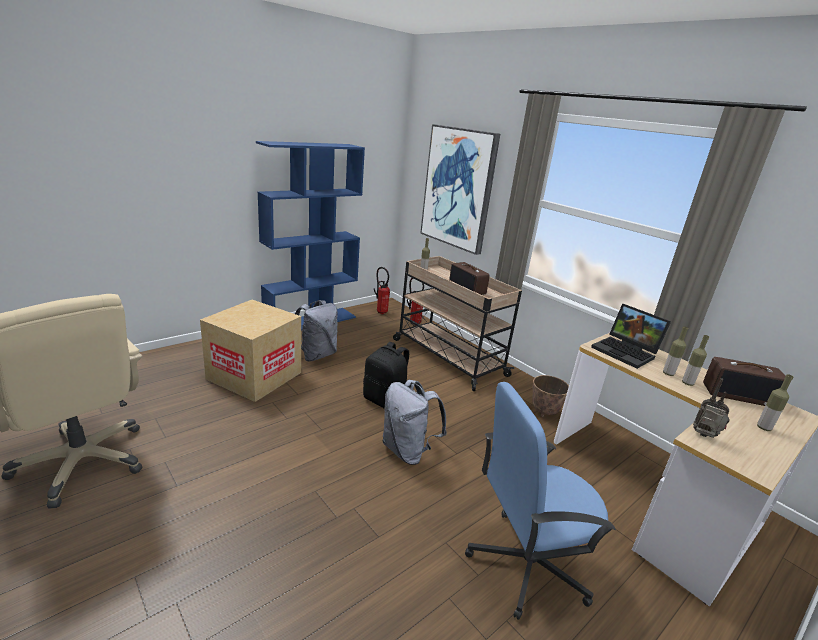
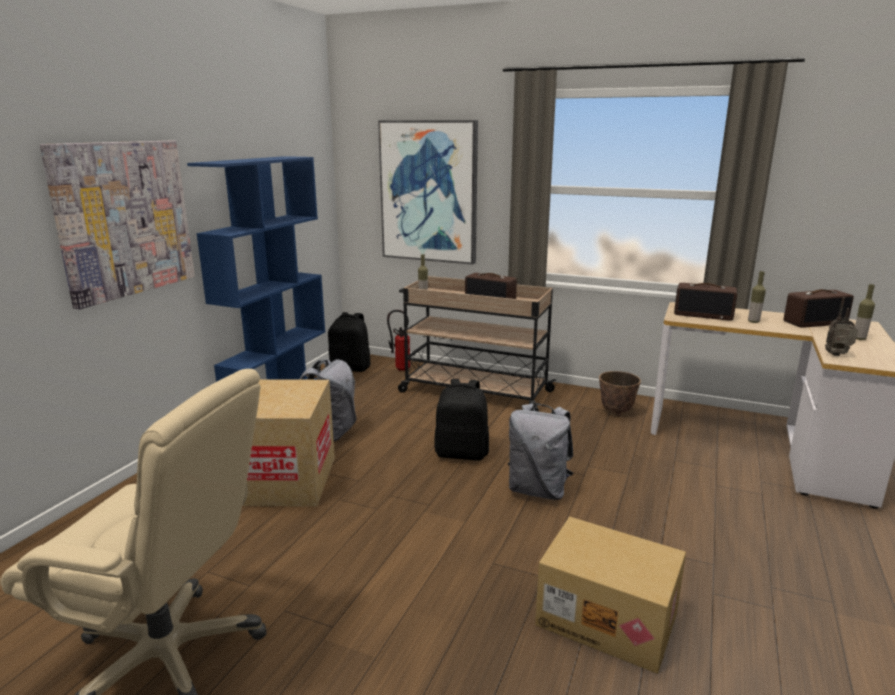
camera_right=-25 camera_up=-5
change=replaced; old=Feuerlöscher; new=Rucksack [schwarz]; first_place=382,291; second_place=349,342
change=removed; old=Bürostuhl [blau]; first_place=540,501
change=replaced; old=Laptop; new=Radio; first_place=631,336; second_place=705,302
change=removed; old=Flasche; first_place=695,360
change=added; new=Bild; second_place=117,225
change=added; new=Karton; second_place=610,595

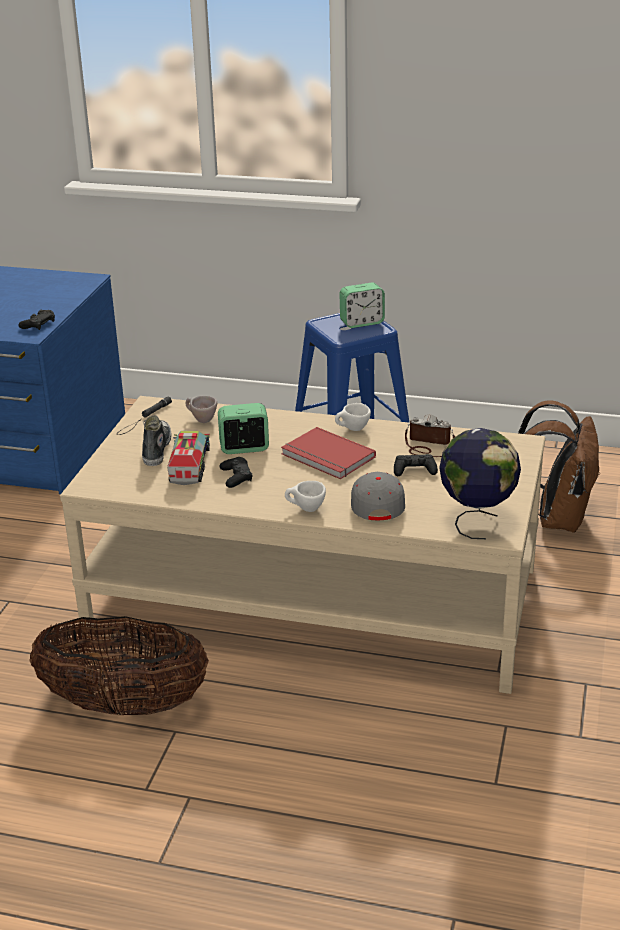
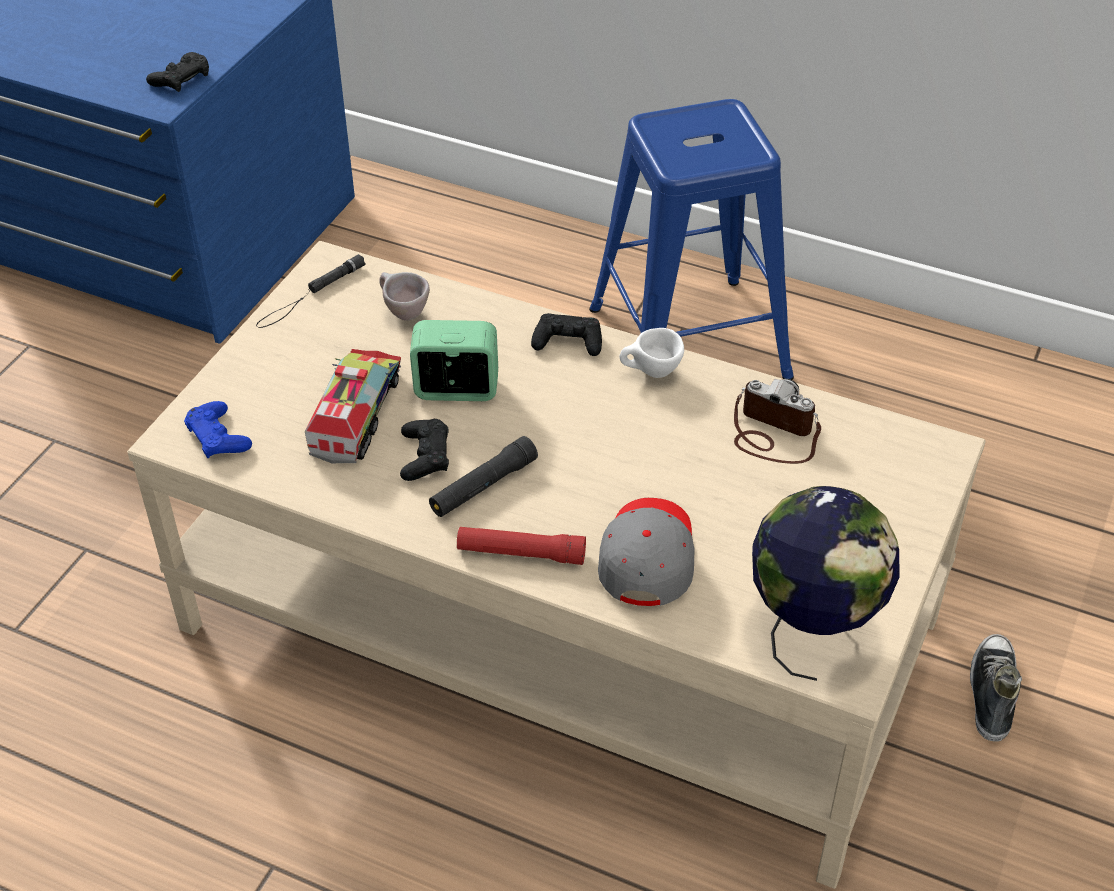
camera_right=10 camera_up=15
change=removed; old=Korb; first_place=119,665
change=moved; old=Schuh; first_place=156,440; second_place=996,688
change=removed; old=Buch [rot]; first_place=328,453
change=replaced; old=Tasse [weiß]; new=Taschenlampe [rot]; first_place=305,496; second_place=521,546
change=removed; old=Wecker; first_place=362,305
change=moved; old=Gamepad [schwarz]; first_place=416,465; second_place=566,334
change=removed; old=Rucksack [braun]; first_place=559,466
change=added; new=Gamepad [blau]; second_place=218,429
change=added; new=Taschenlampe [schwarz]; second_place=483,476

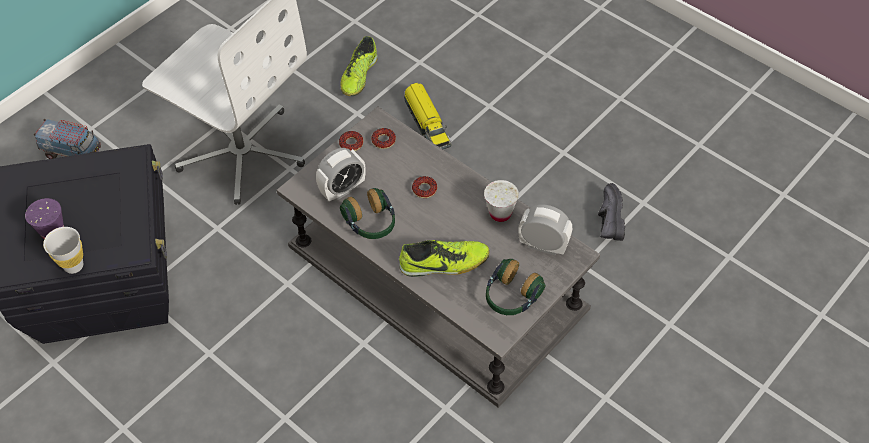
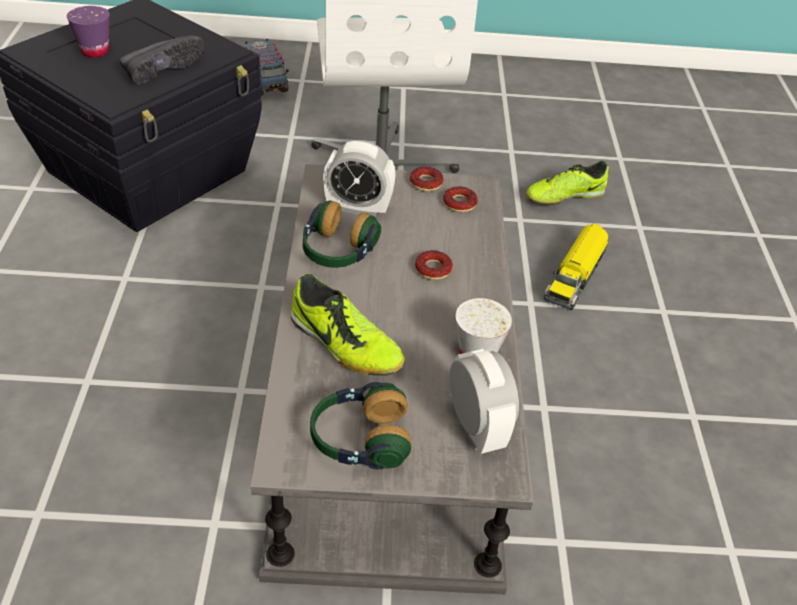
camera_right=45 camera_up=-10
change=removed; old=Tasse [weiß]; first_place=63,250
change=moved; old=Schuh [schwarz]; first_place=611,212; second_place=161,59

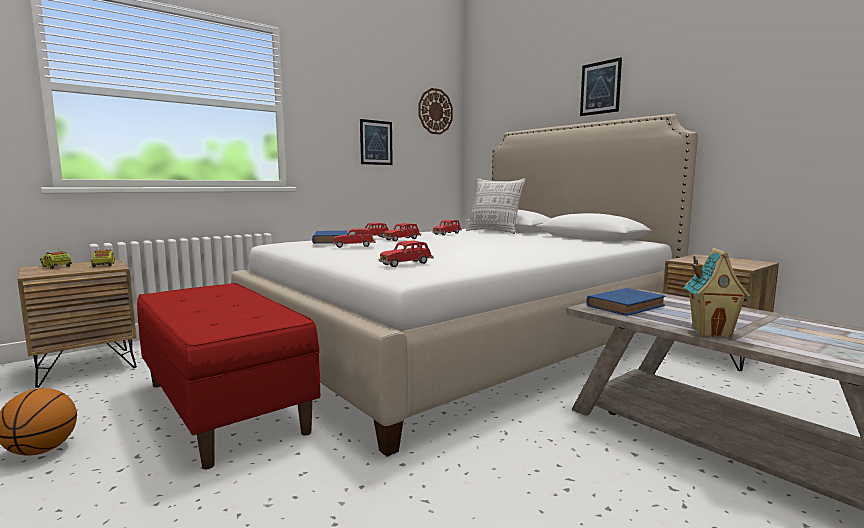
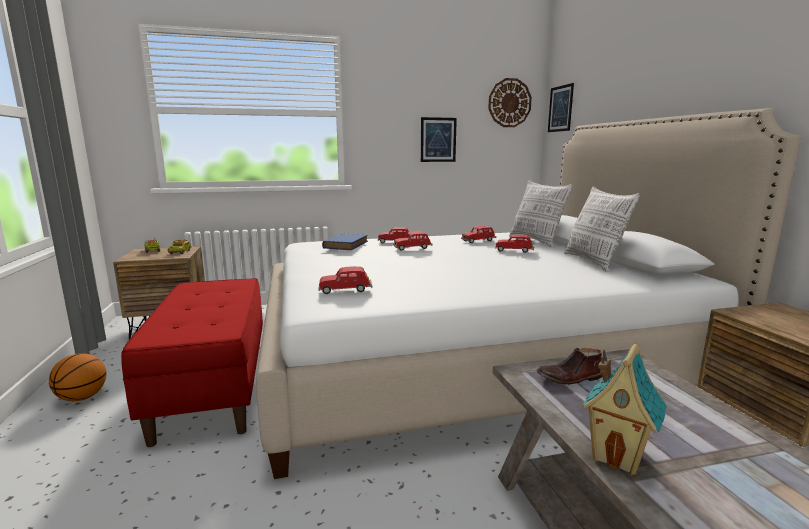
camera_right=25 camera_up=5
change=moved; old=Spielzeugauto [rot]; first_place=354,238; second_place=514,243
change=moved; old=Bild; first_place=601,86; second_place=561,107
change=replaced; old=Buch [blau]; new=Schuh [braun]; first_place=625,302; second_place=569,366
change=added; new=Kissen; second_place=602,229

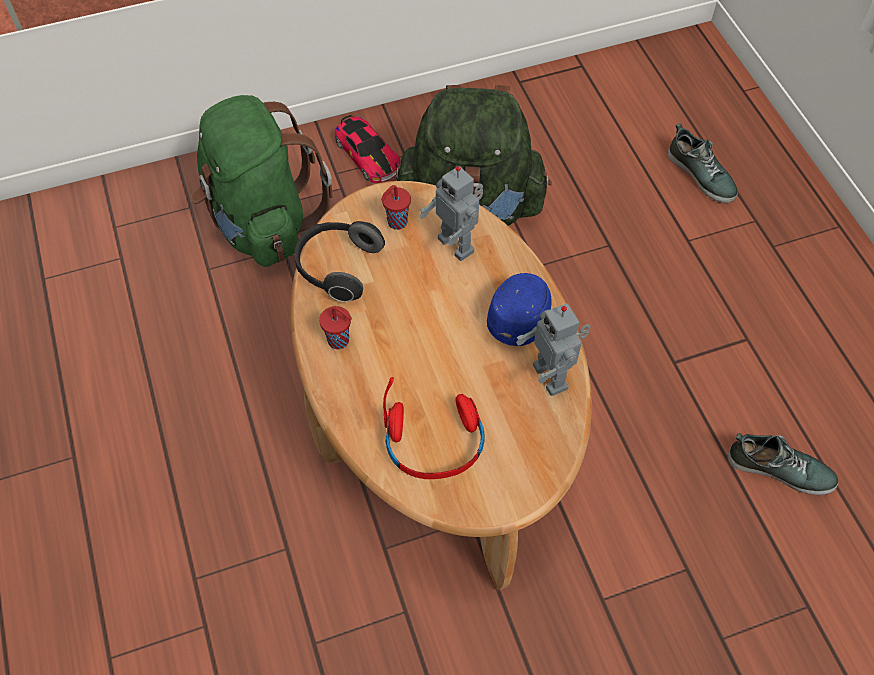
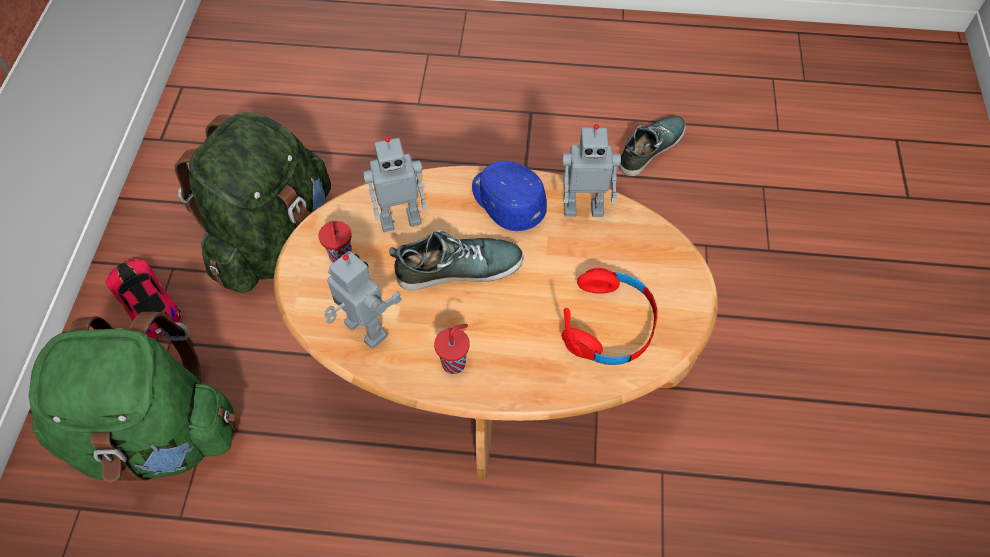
camera_right=-65 camera_up=0
change=replaced; old=Kopfhörer; new=Spielzeugroboter; first_place=340,261; second_place=363,300
change=turned; old=Spielzeugauto; first_place=368,149; second_place=143,298; degrees=-120
change=moved; old=Schuh; first_place=702,163; second_place=456,260

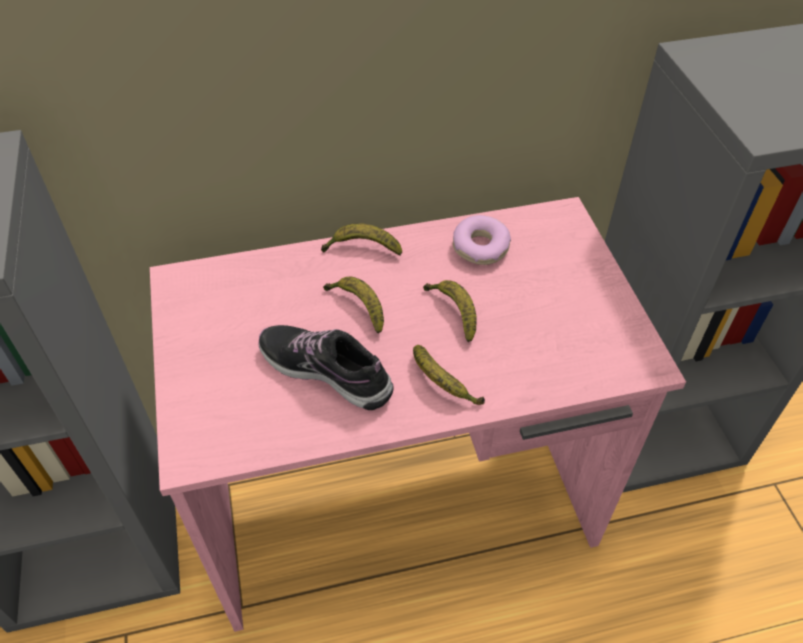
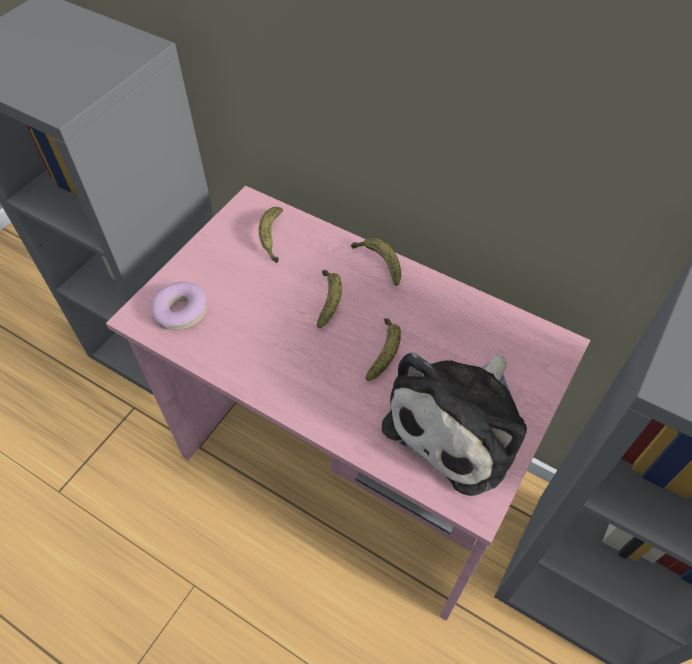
camera_right=45 camera_up=5
change=removed; old=Schuh; first_place=326,367
change=moved; old=Banane; first_place=449,375; second_place=271,235
change=moved; old=Donut; first_place=482,240; second_place=179,306
change=added; new=Plüschtier; second_place=454,424

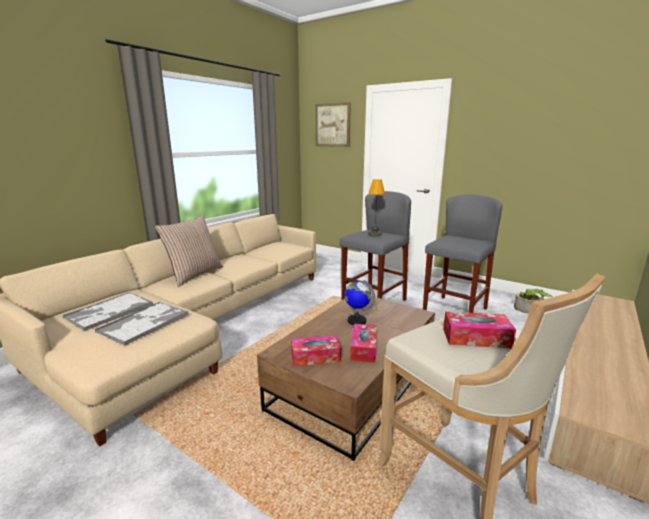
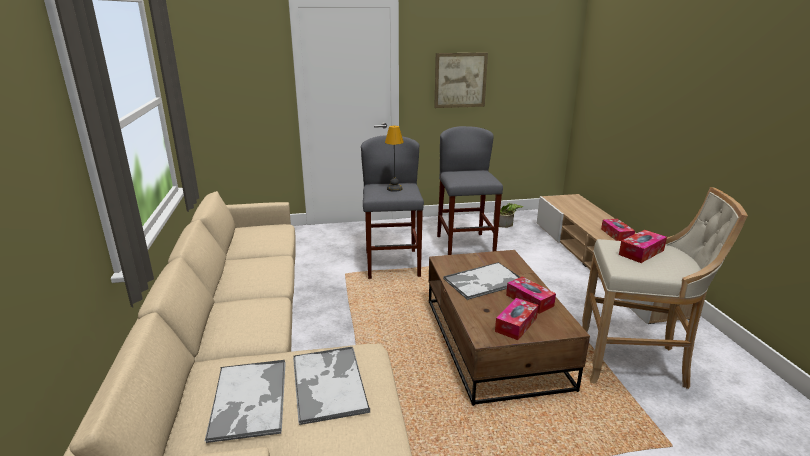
camera_right=-45 camera_up=5
change=removed; old=Kissen; first_place=189,250
change=moved; old=Bild; first_place=333,124; second_place=461,80
change=replaced; old=Globus; new=Tablett; first_place=360,302; second_place=481,281
change=added; new=Taschentuchbox; second_place=618,230

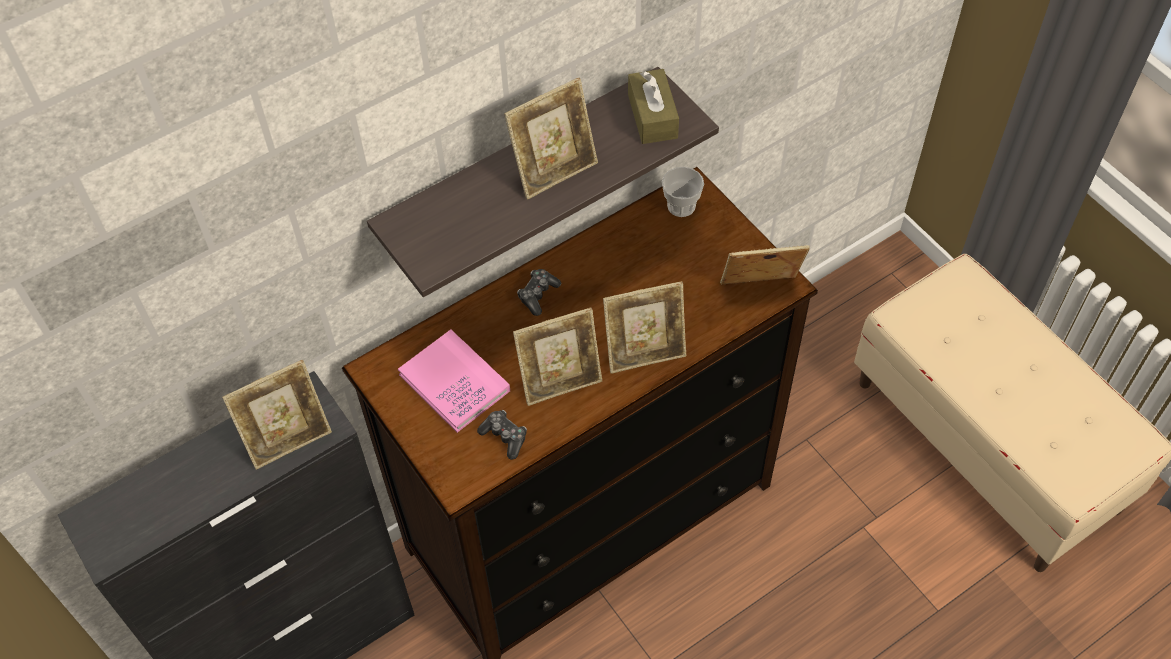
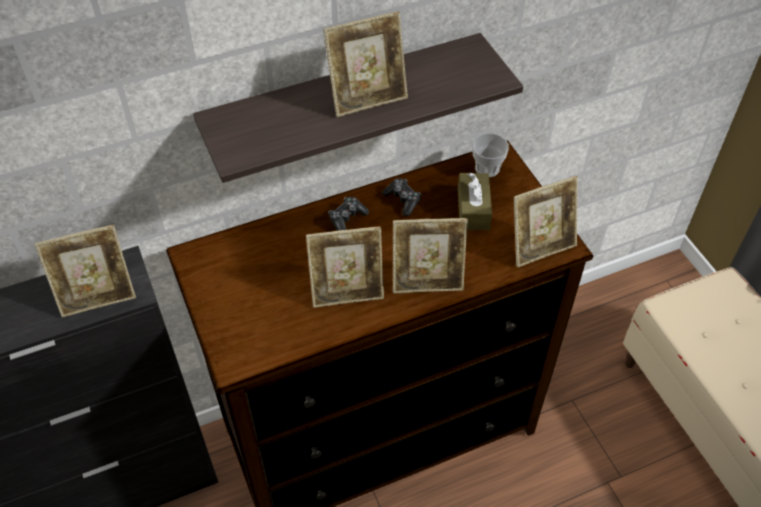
camera_right=10 camera_up=-5
change=removed; old=Buch [rosa]; first_place=454,381
change=moved; old=Gamepad; first_place=502,435; second_place=401,197
change=moved; old=Taschentuchbox [braun]; first_place=653,106; second_place=475,201
change=turned; old=Bilderrahmen; first_place=765,264; second_place=546,221; degrees=150

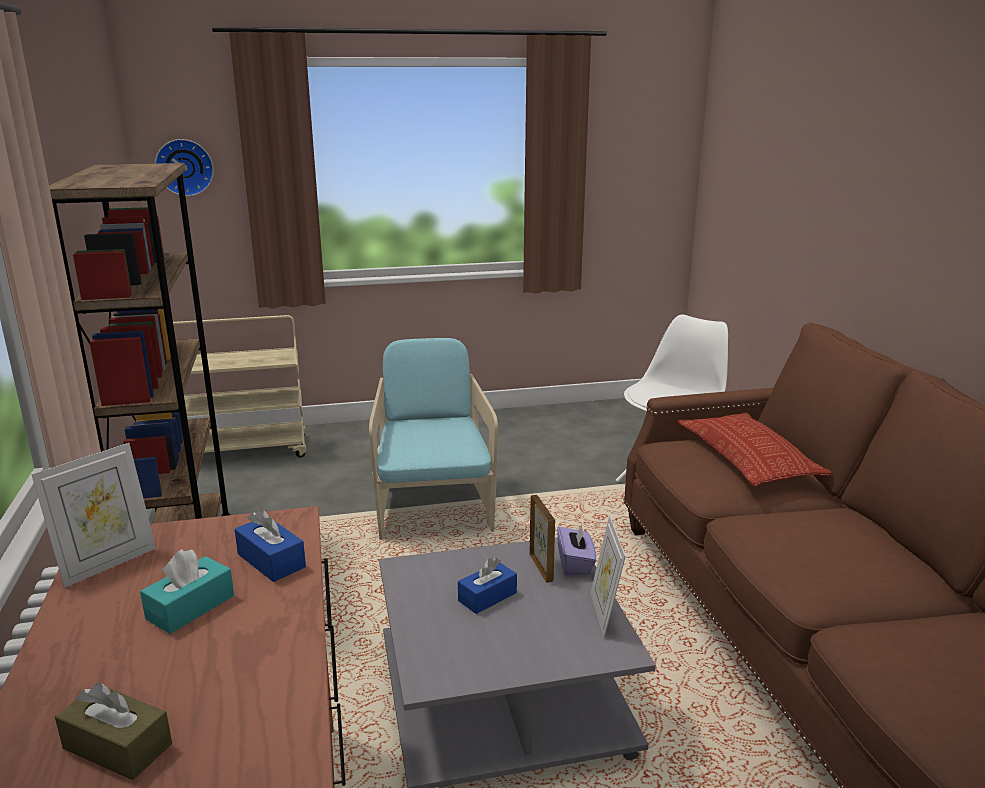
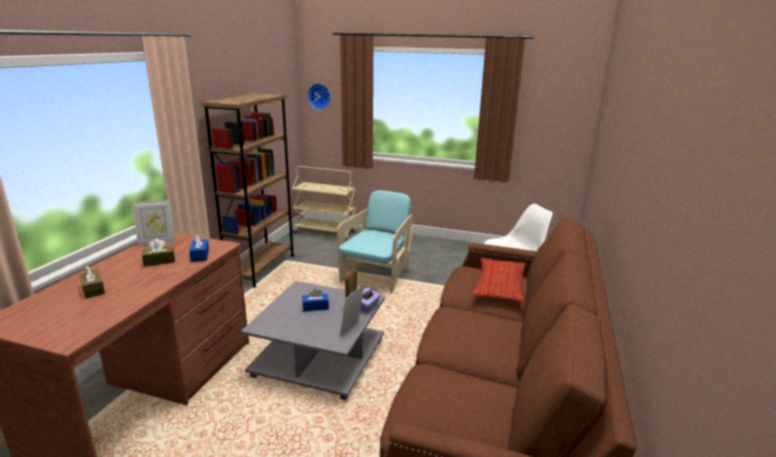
camera_right=30 camera_up=0
change=recoloured; old=Taschentuchbox [türkis]; new=Taschentuchbox [braun]; first_place=187,591; second_place=158,253

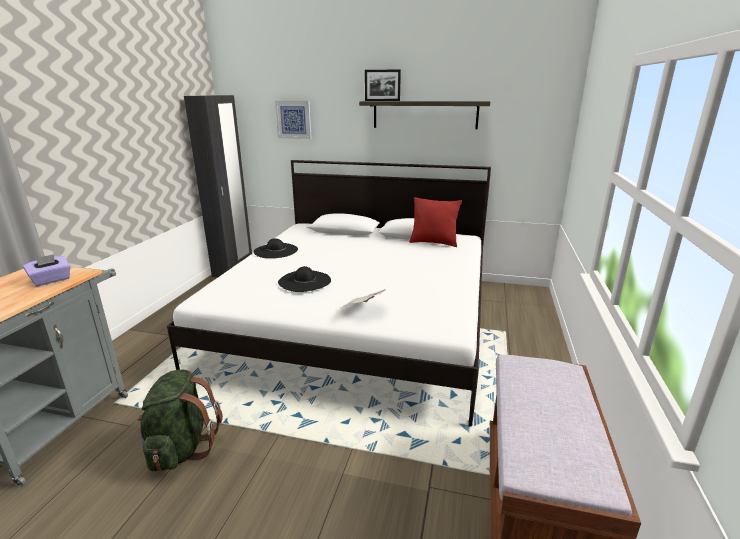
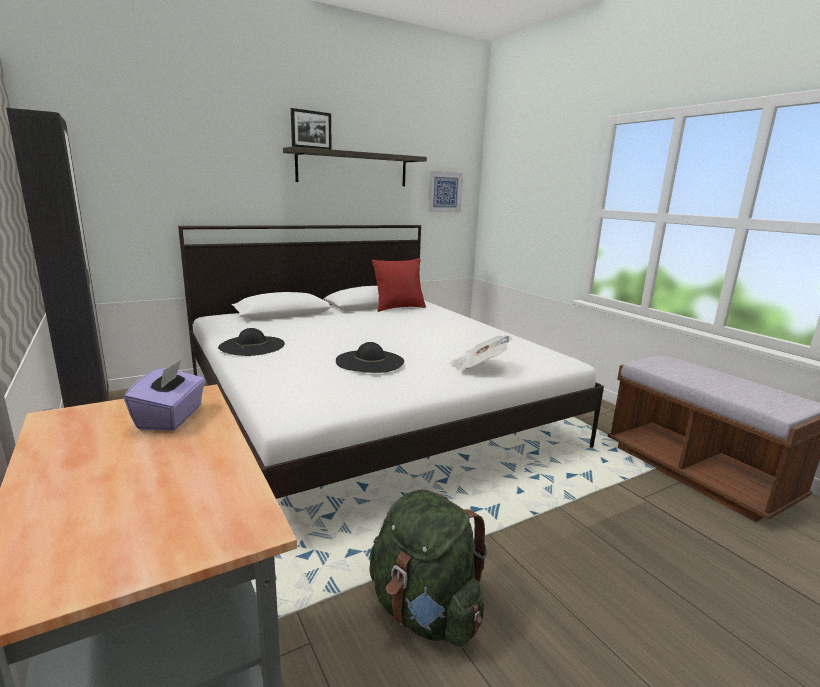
camera_right=-45 camera_up=-5
change=moved; old=Bild; first_place=293,120; second_place=445,191

